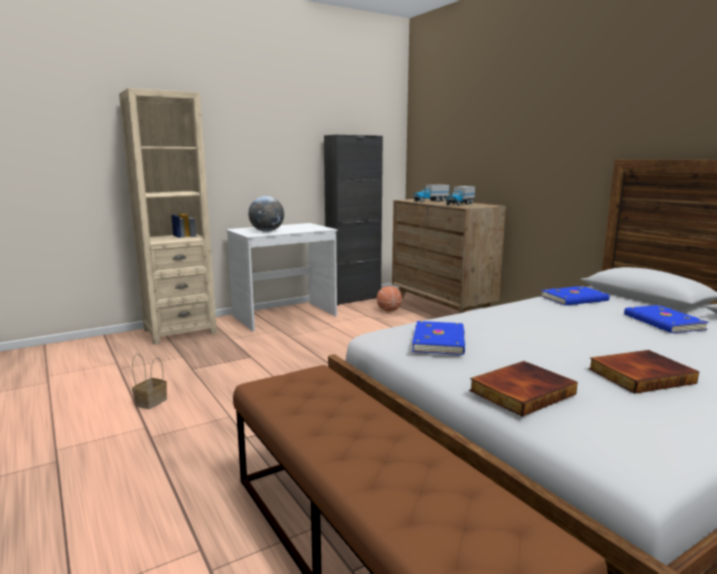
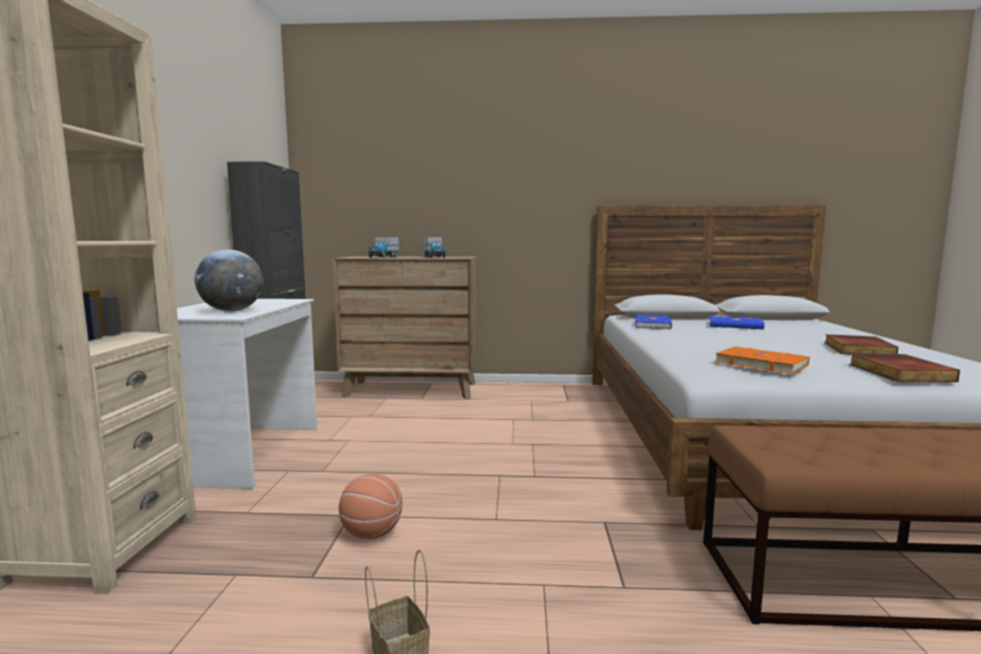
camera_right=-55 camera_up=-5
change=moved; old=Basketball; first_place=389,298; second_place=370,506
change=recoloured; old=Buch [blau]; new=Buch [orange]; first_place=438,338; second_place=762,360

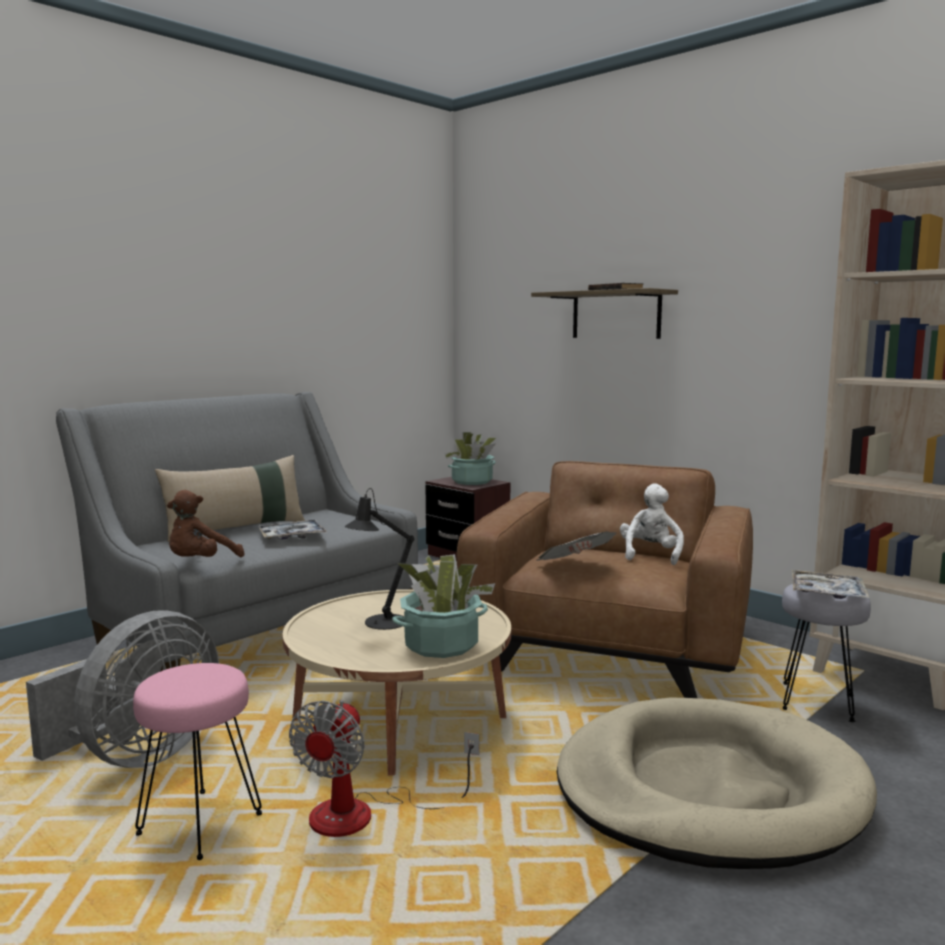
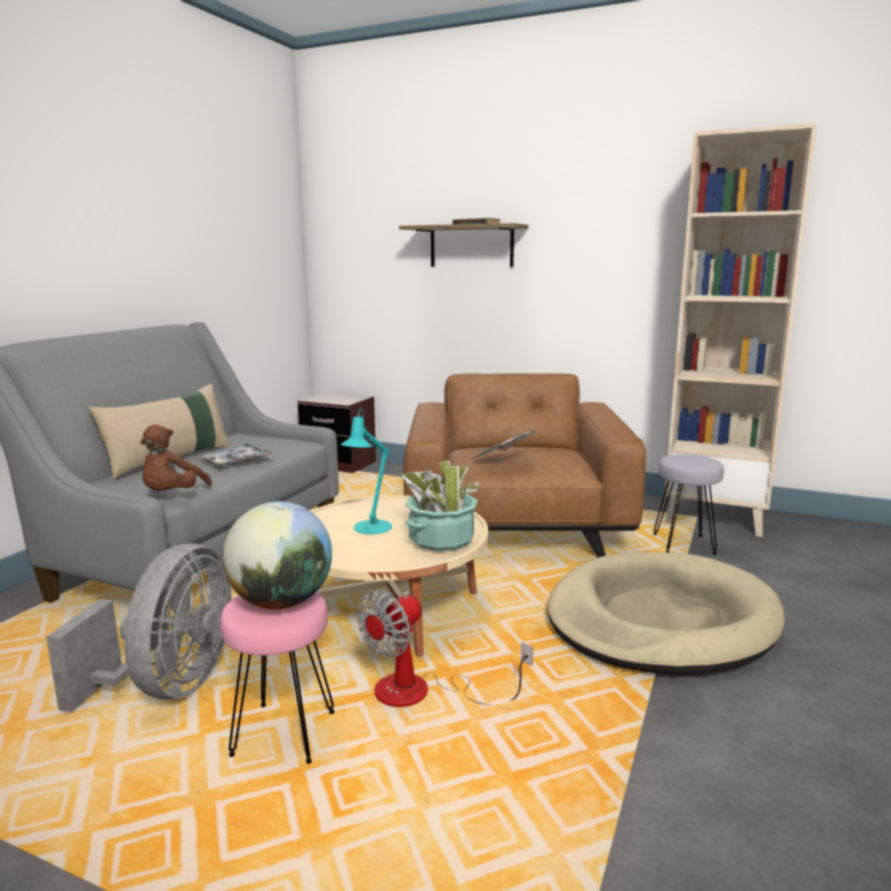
camera_right=-20 camera_up=5
change=turned; old=Ventilator; first_place=384,768; second_place=445,648; degrees=45
change=recoloured; old=Tischlampe [schwarz]; new=Tischlampe [türkis]; first_place=379,559; second_place=366,471
change=removed; old=Topfpflanze; first_place=470,458
change=removed; old=Plüschtier [weiß]; first_place=652,524
change=removed; old=Tablett; first_place=830,584
change=added; new=Globus; second_place=277,555

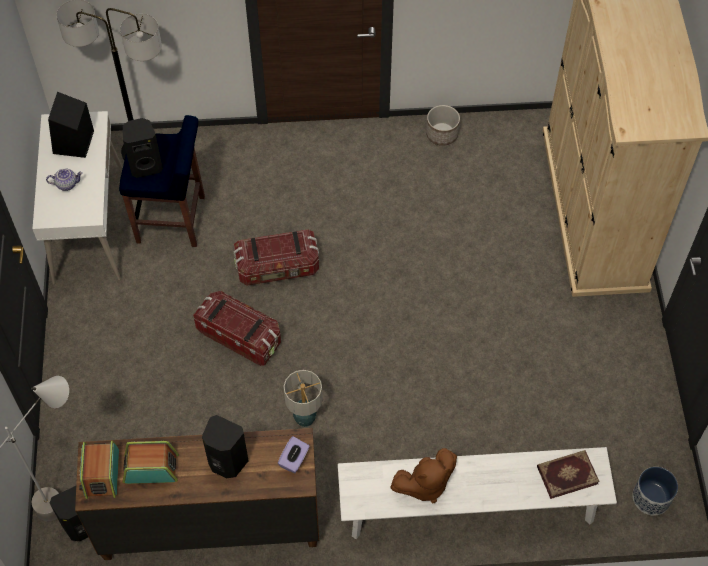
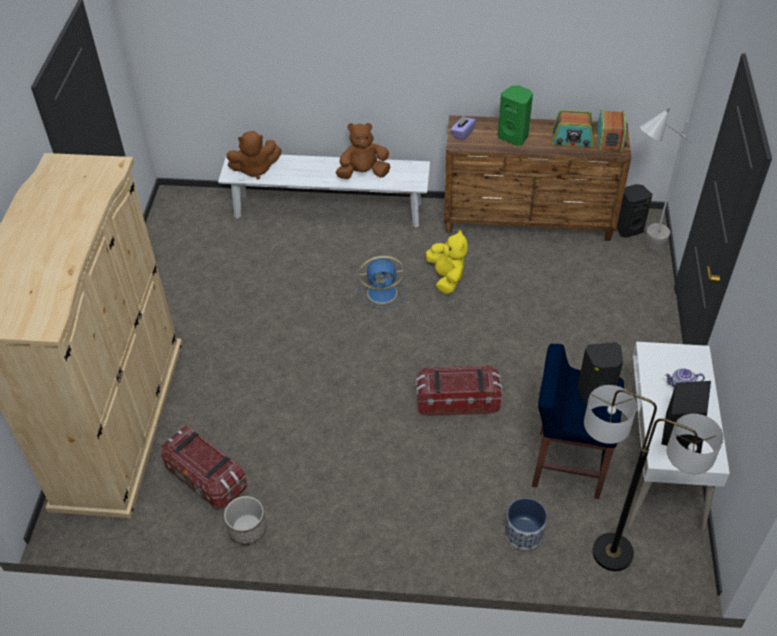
camera_right=-170 camera_up=-10
change=moved; old=Aufbewahrungsbox; first_place=237,328; second_place=204,467
change=recoloured; old=Lautsprecher [schwarz]; new=Lautsprecher [grün]; first_place=225,446; second_place=515,116
change=replaced; old=Tischlampe; new=Plüschtier [gelb]; first_place=303,398; second_place=447,261
change=replaced; old=Buch; new=Plüschtier [braun]; first_place=568,474; second_place=253,155
change=moved; old=Pflanzkübel; first_place=655,491; second_place=526,524
change=added; new=Ventilator [blau]; second_place=381,282

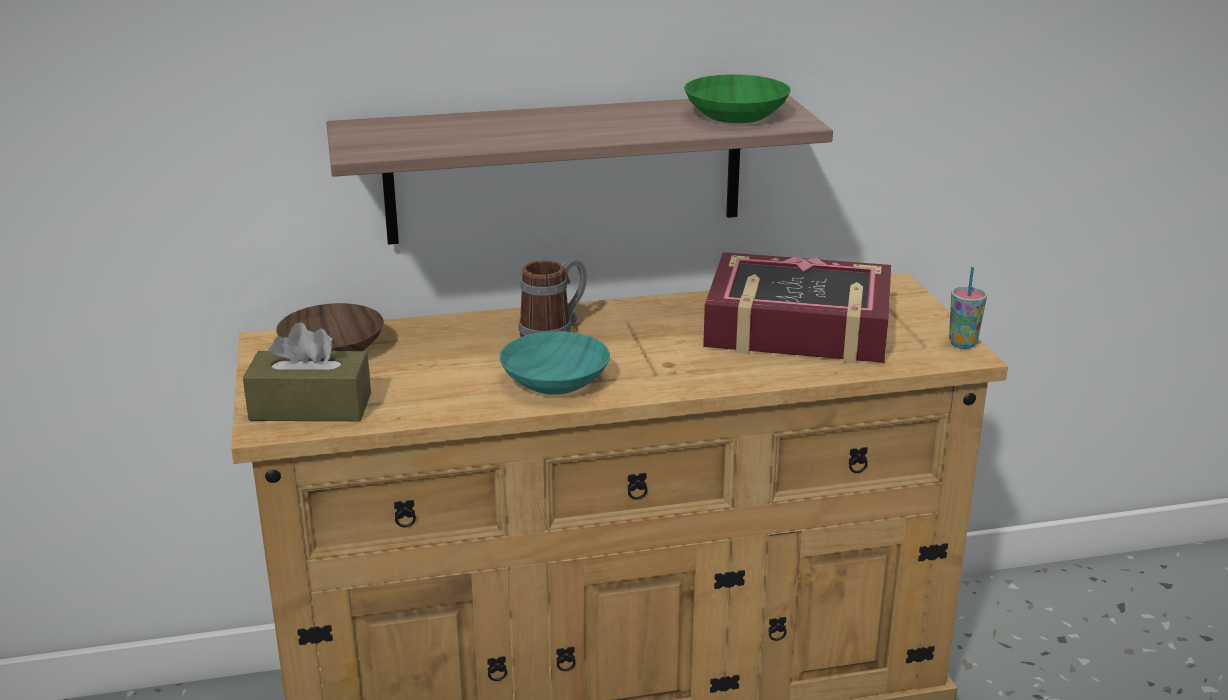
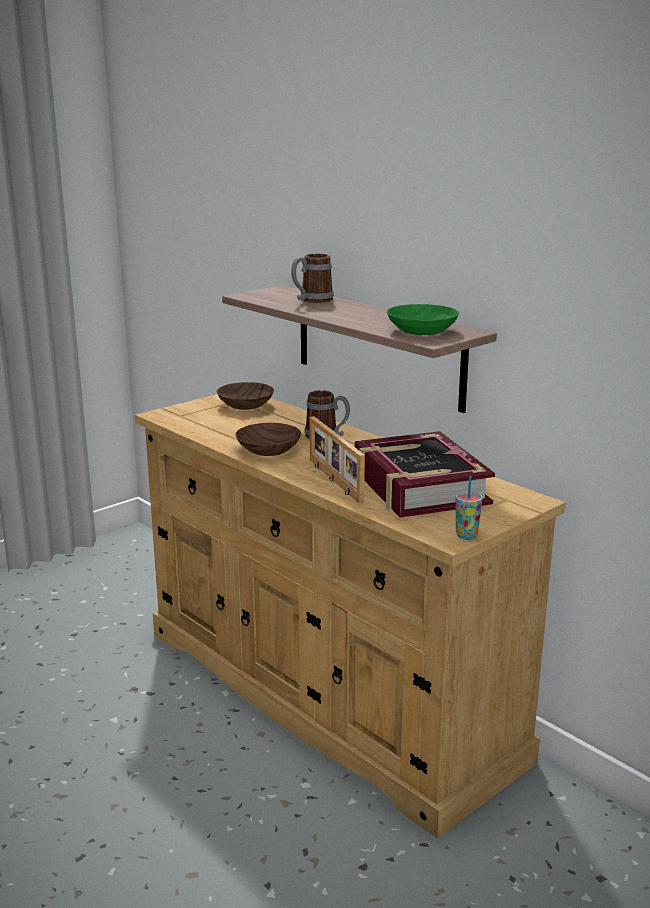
camera_right=60 camera_up=-5
change=removed; old=Taschentuchbox [braun]; first_place=307,371
change=recoloured; old=Schüssel [türkis]; new=Schüssel [braun]; first_place=554,363; second_place=268,439
change=added; new=Henkelbecher; second_place=312,278
change=added; new=Bilderrahmen; second_place=337,459

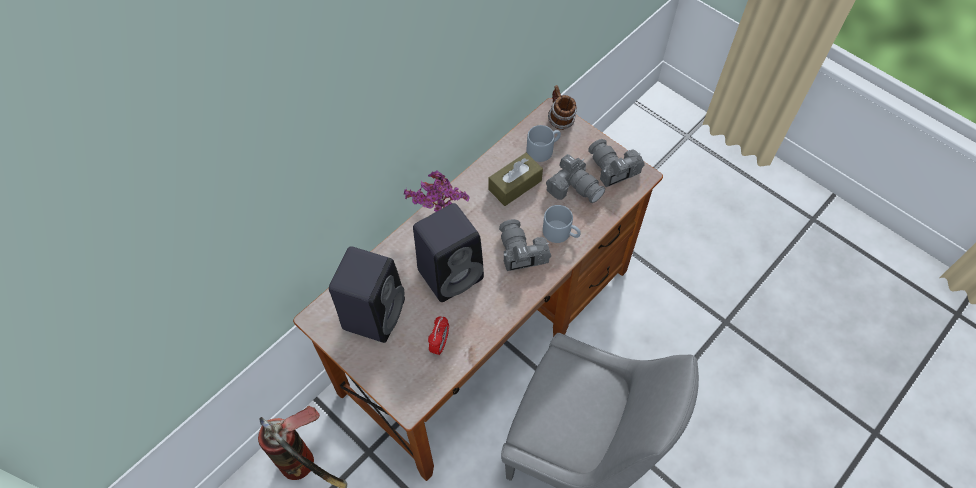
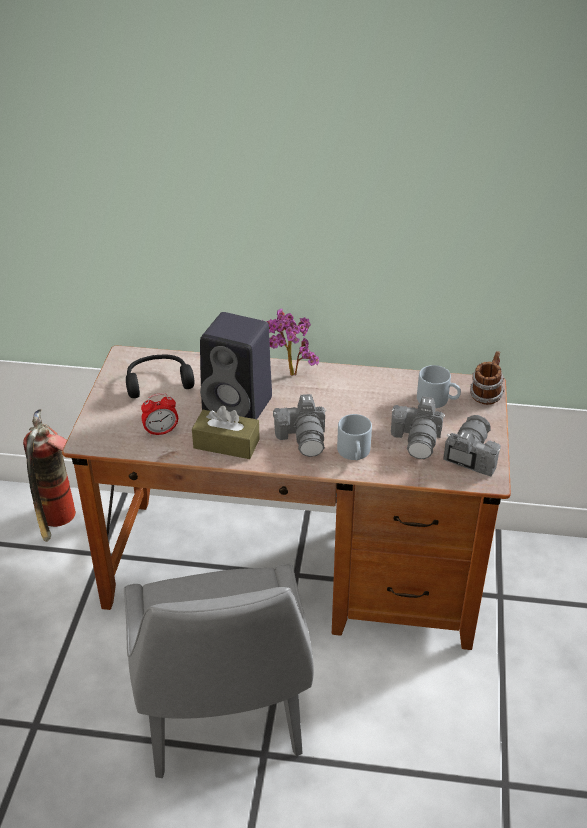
camera_right=55 camera_up=-20
change=replaced; old=Lautsprecher [schwarz]; new=Kopfhörer [schwarz]; first_place=367,294; second_place=160,376
change=moved; old=Taschentuchbox [braun]; first_place=516,179; second_place=226,432
change=turned; old=Kamera; first_place=525,245; second_place=299,425; degrees=135

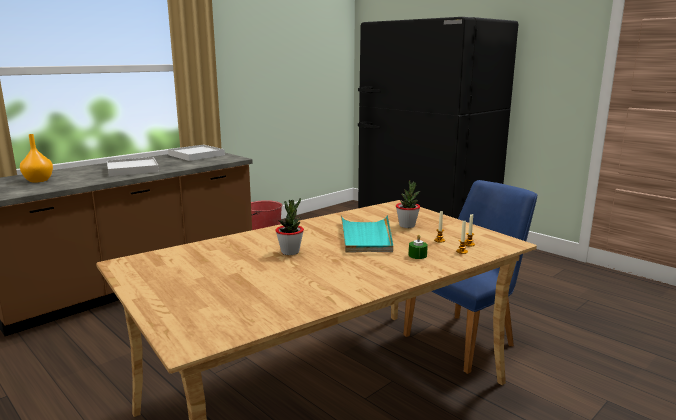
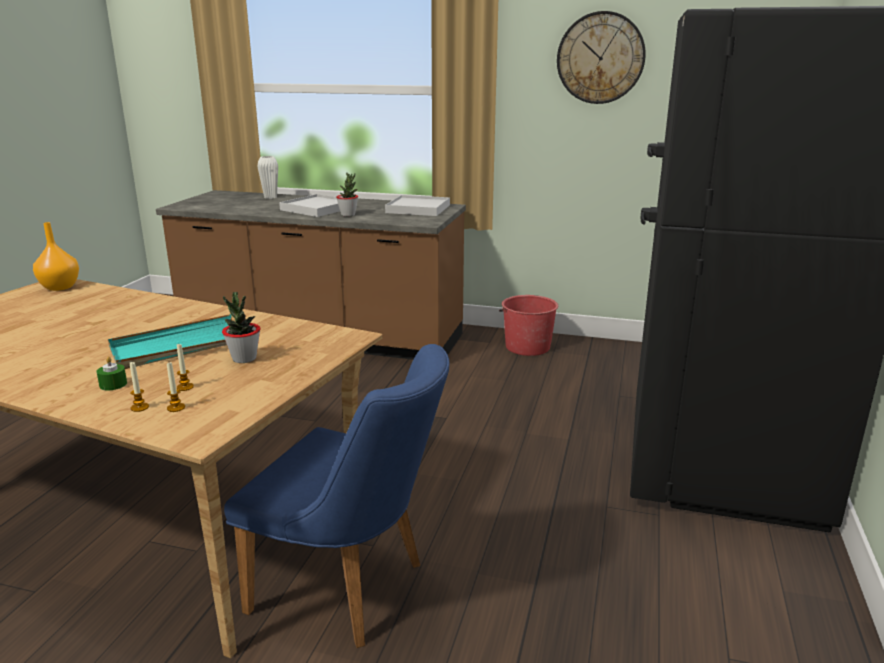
camera_right=60 camera_up=5
change=moved; old=Vase [orange]; first_place=36,158; second_place=56,256
change=moved; old=Topfpflanze; first_place=289,226; second_place=347,195
change=added; new=Vase [weiß]; second_place=267,177
change=added; new=Wanduhr; second_place=601,57

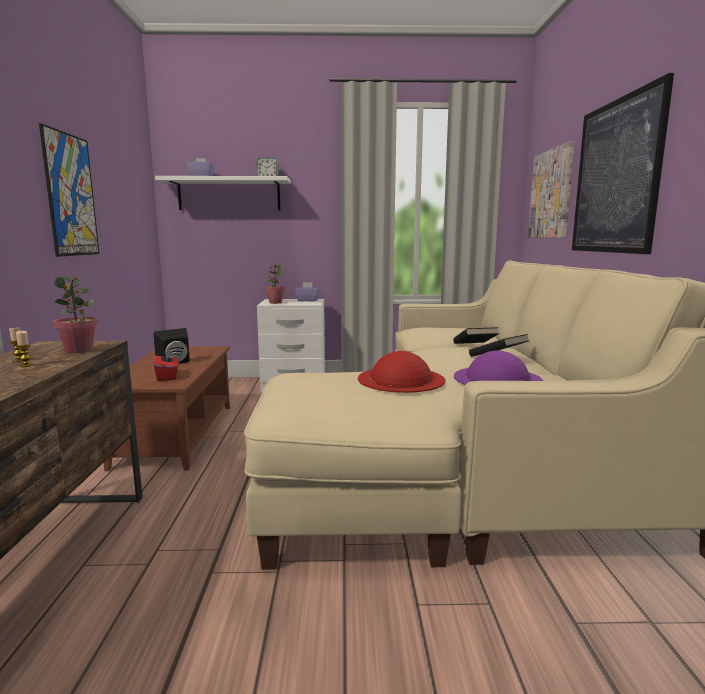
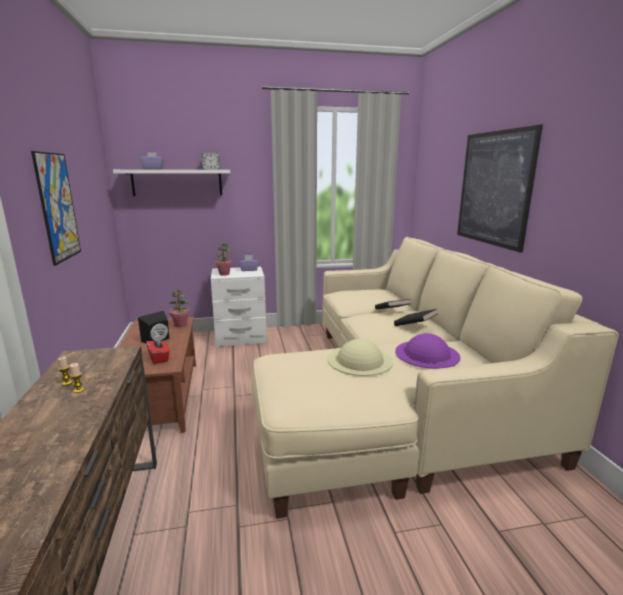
camera_right=-10 camera_up=5
change=moved; old=Topfpflanze; first_place=75,314; second_place=179,308
change=recoloured; old=Hut [rot]; new=Hut [beige]; first_place=401,372; second_place=360,357
change=removed; old=Bild; first_place=551,189

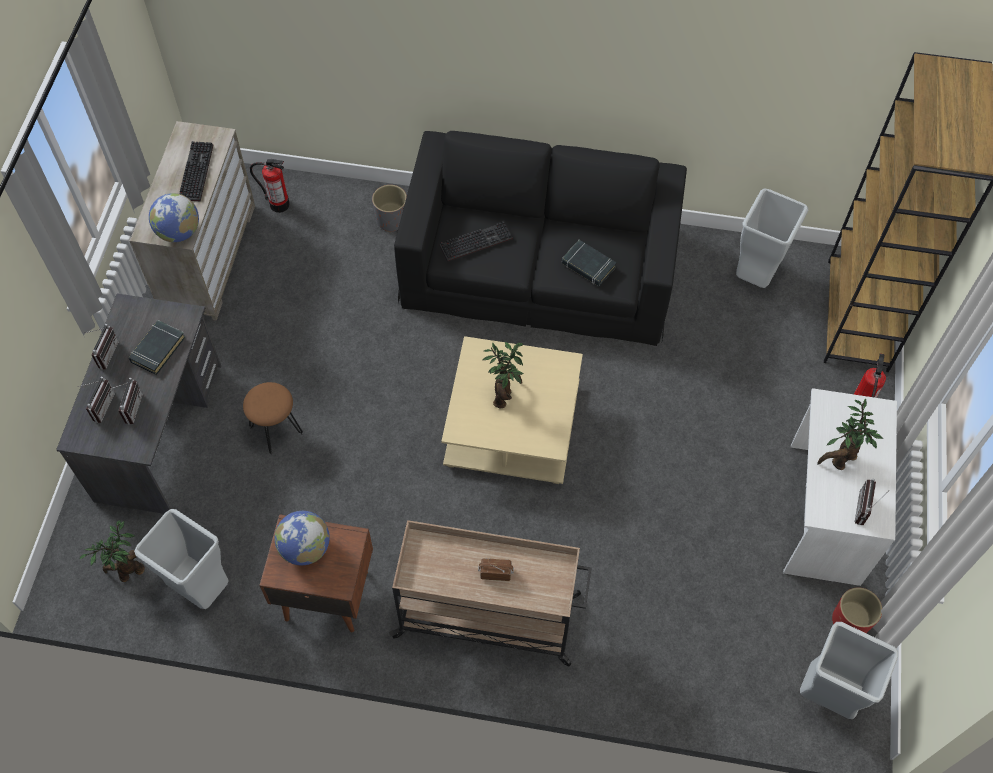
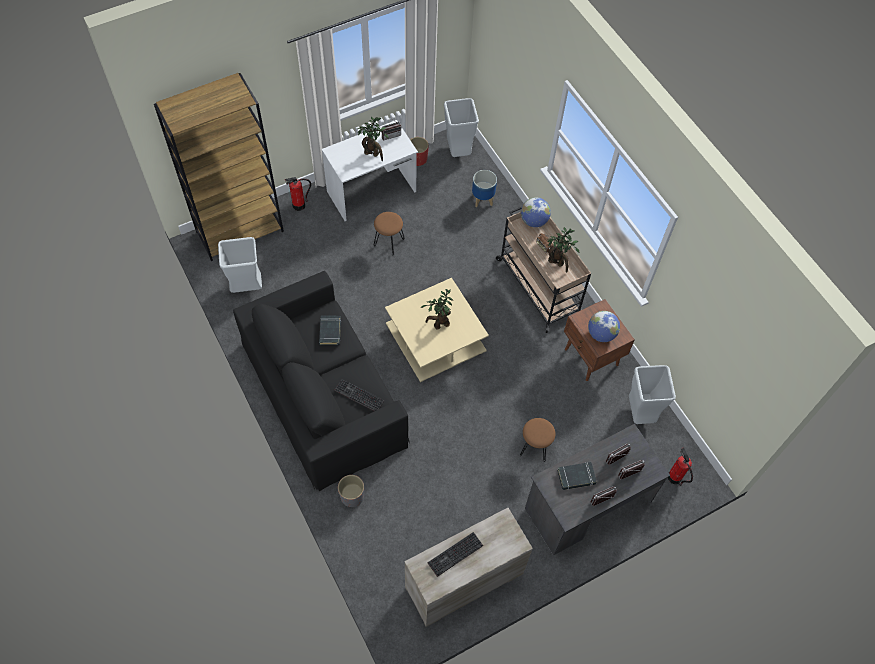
camera_right=-130 camera_up=0
change=moved; old=Topfpflanze; first_place=112,551; second_place=563,250
change=moved; old=Globus; first_place=174,217; second_place=536,212
change=moved; old=Feuerlöscher; first_place=270,185; second_place=680,466
change=added; new=Hocker [braun]; second_place=389,234
change=added; new=Pflanzkübel; second_place=484,188

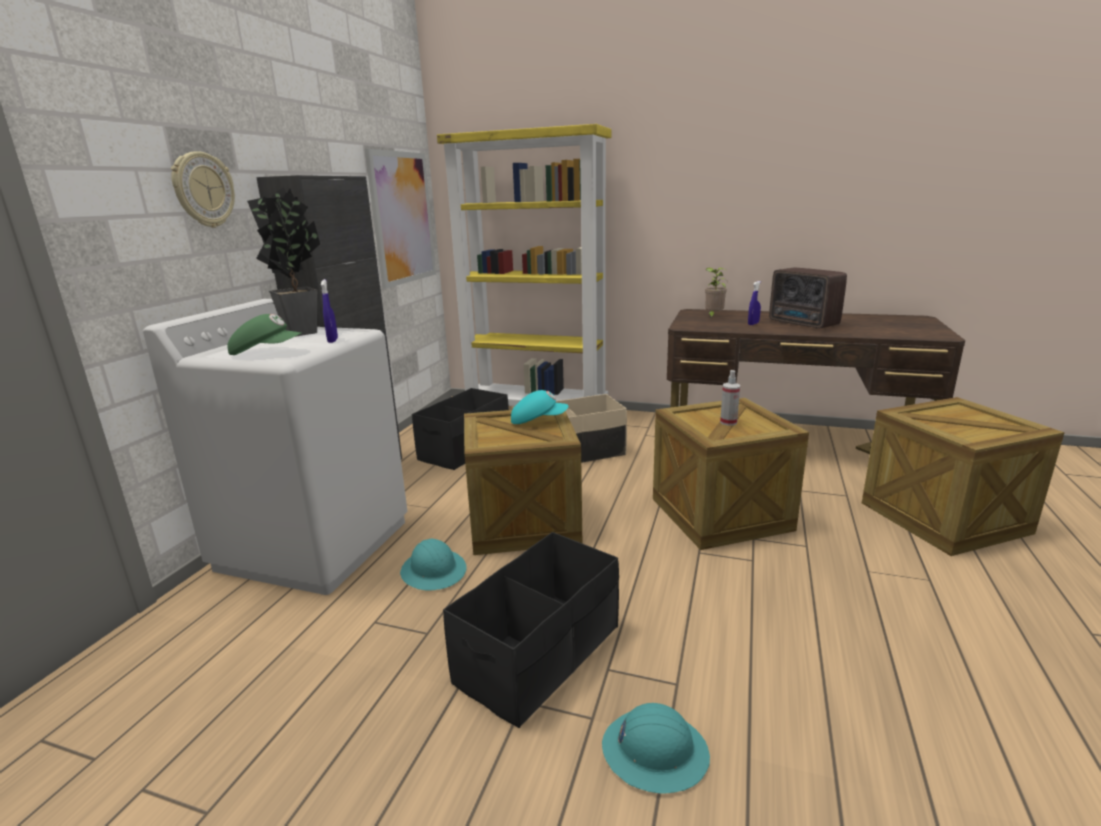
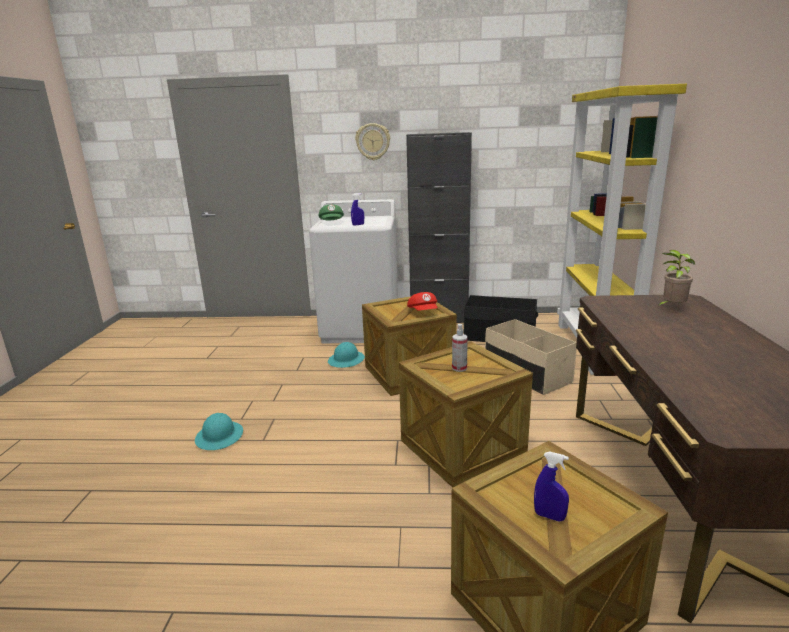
camera_right=75 camera_up=0
change=removed; old=Topfpflanze; first_place=283,262
change=removed; old=Bild; first_place=400,219
change=removed; old=Aufbewahrungsbox [schwarz]; first_place=531,630
change=recoloured; old=Kappe [türkis]; new=Kappe [rot]; first_place=539,407; second_place=422,301
change=moved; old=Sprühflasche [blau]; first_place=754,303; second_place=551,486
change=removed; old=Radio; first_place=808,298

